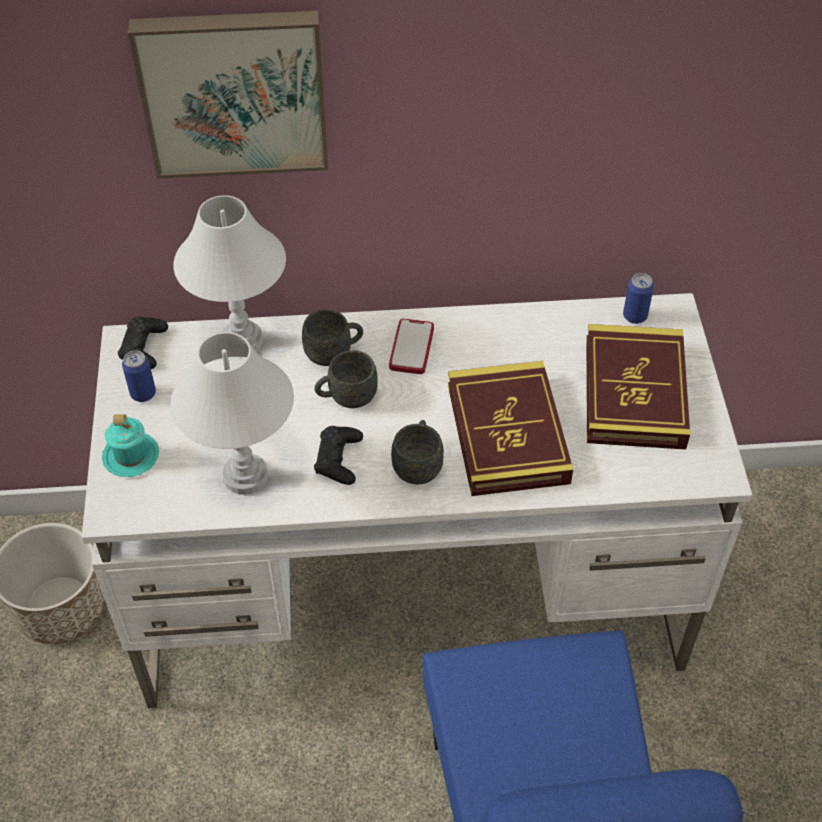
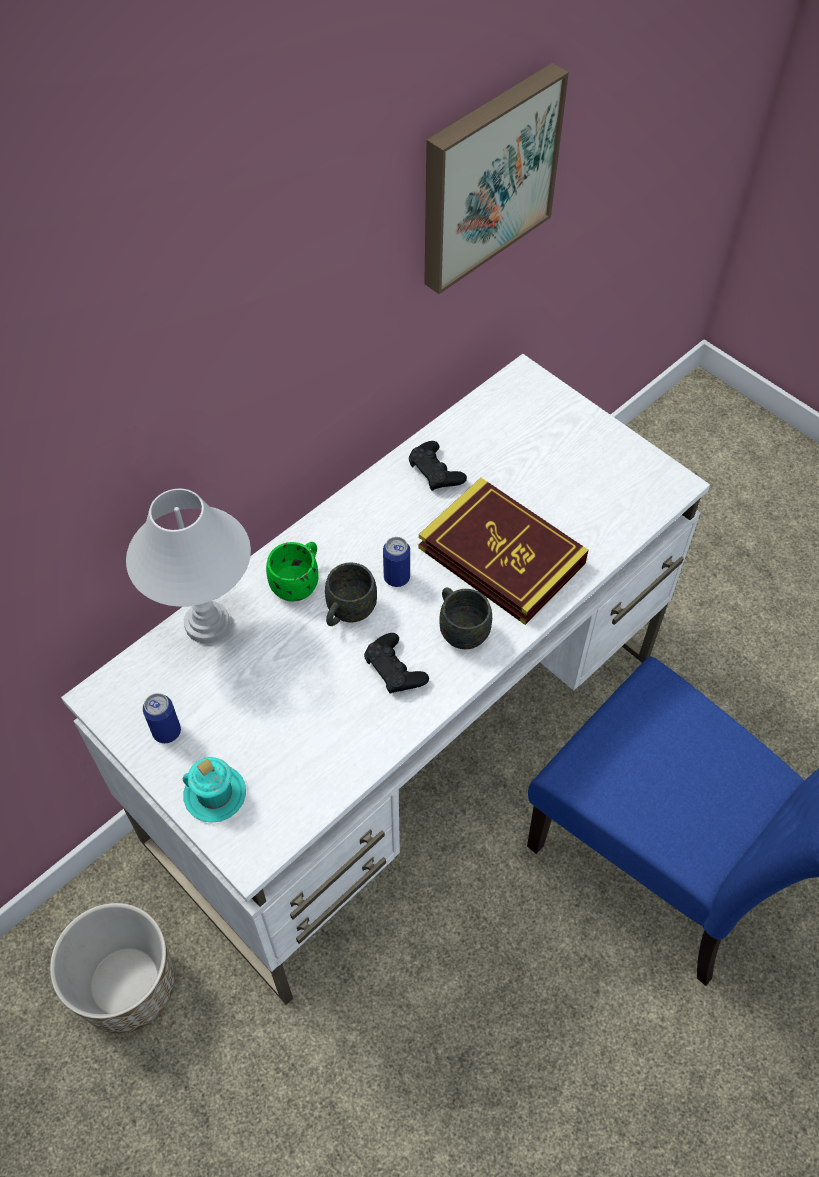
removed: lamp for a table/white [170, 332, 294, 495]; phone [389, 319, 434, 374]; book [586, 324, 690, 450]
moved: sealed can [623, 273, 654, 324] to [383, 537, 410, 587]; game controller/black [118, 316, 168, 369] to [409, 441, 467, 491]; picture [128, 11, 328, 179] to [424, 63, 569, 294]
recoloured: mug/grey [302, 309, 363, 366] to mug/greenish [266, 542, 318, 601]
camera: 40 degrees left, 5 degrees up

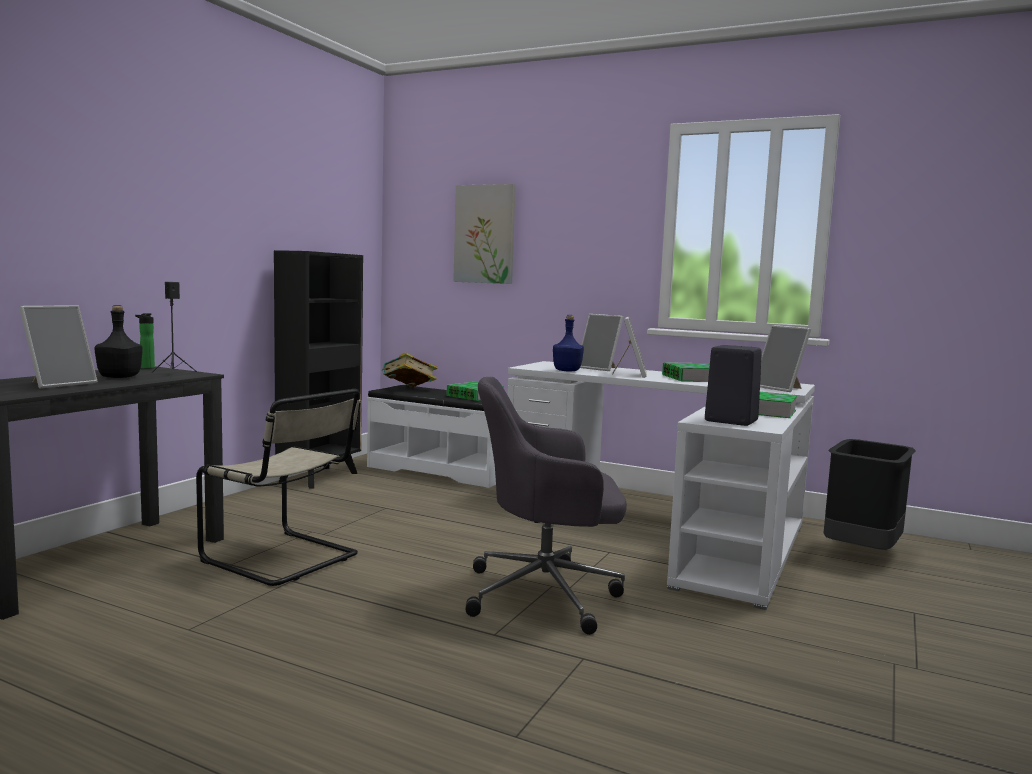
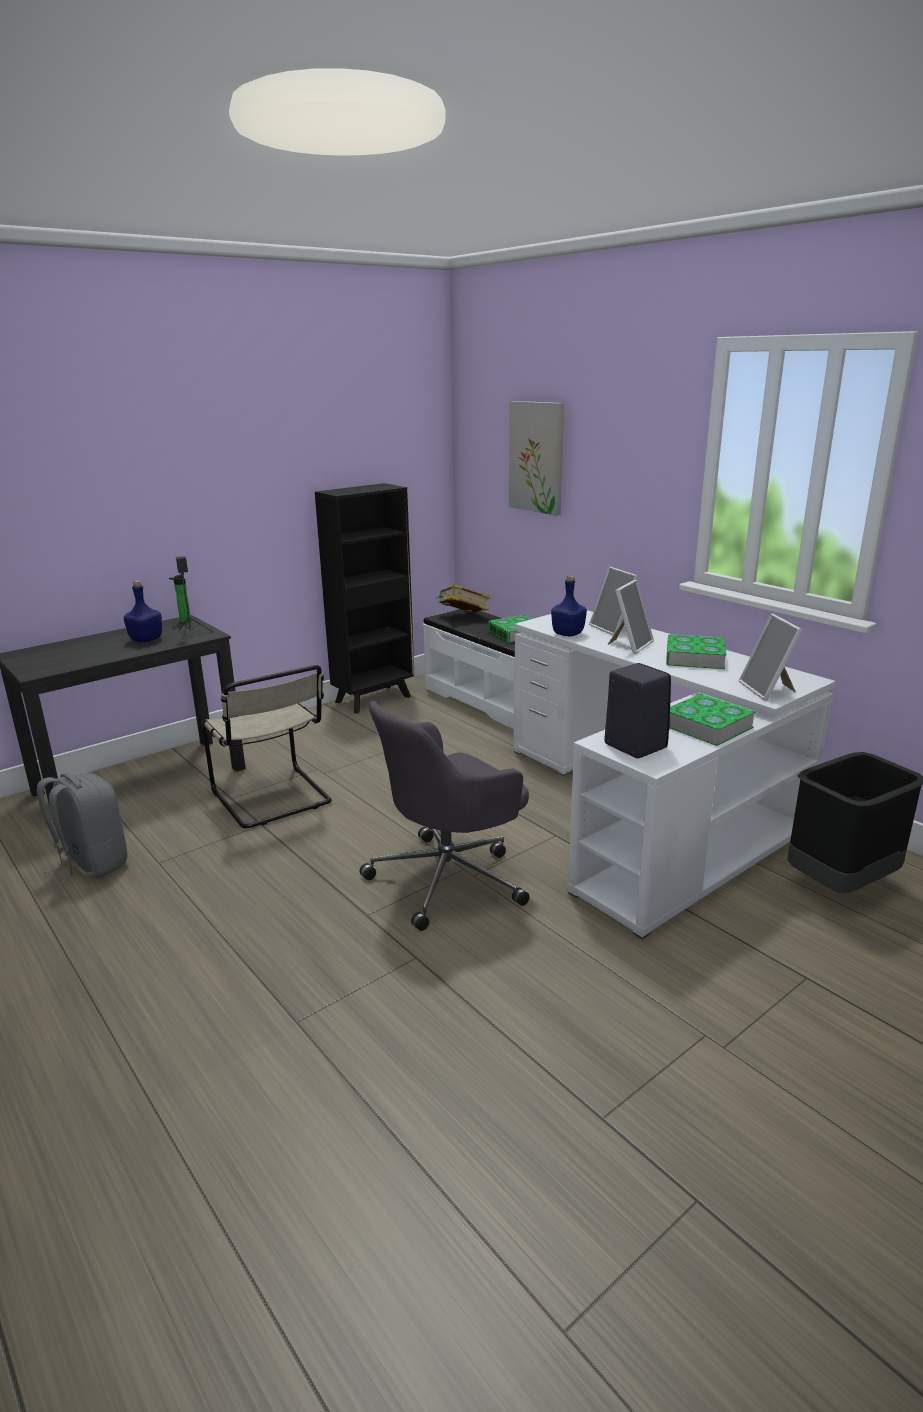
removed: picture frame [19, 305, 98, 389]
added: backpack/grey [37, 773, 127, 887]
recoloured: drink bottle/black [95, 305, 143, 378] to drink bottle/blue-coloured [123, 581, 162, 642]
turned: computer chair/grey [466, 377, 627, 635] = [360, 701, 530, 931] 60 degrees counterclockwise
camera: 25 degrees right, 15 degrees up

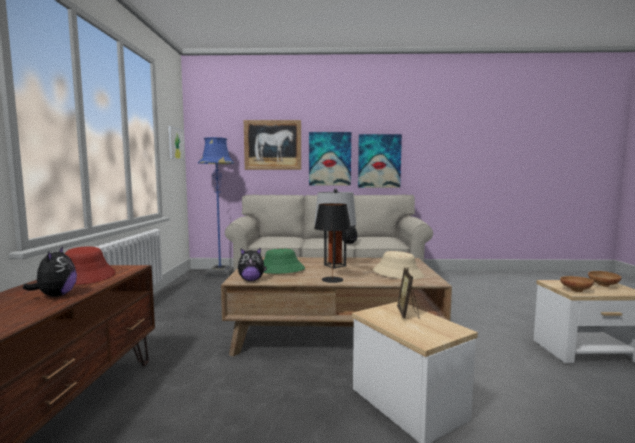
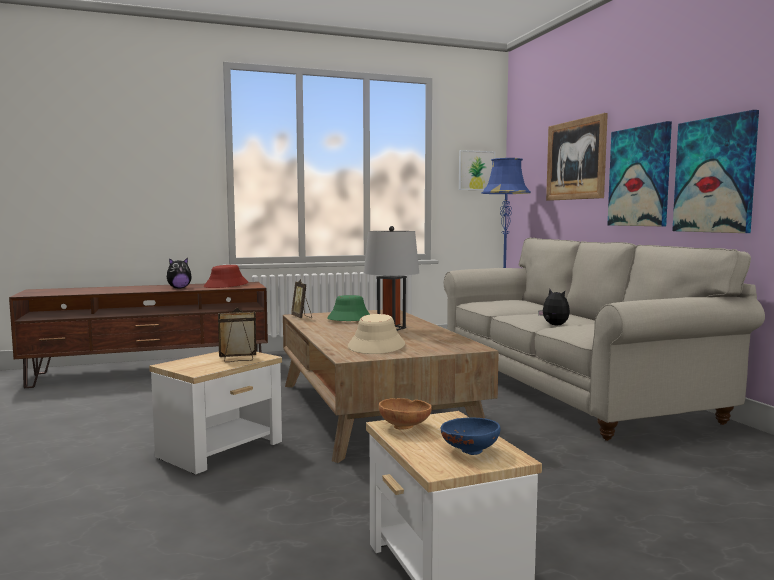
removed: lamp for a table/black [314, 203, 351, 283]
replaced: plush toy [238, 248, 267, 281] to picture frame [291, 279, 312, 318]
recoloured: bowl/brownish [588, 271, 621, 287] to bowl/blue-coloured [441, 417, 501, 455]
camera: 70 degrees right, 0 degrees up

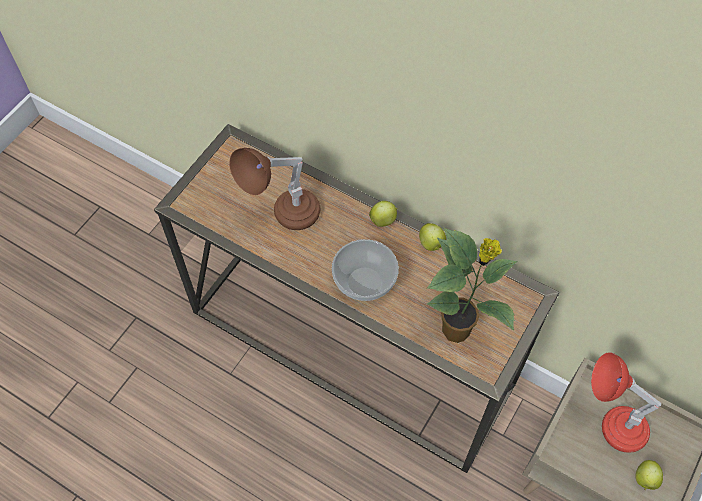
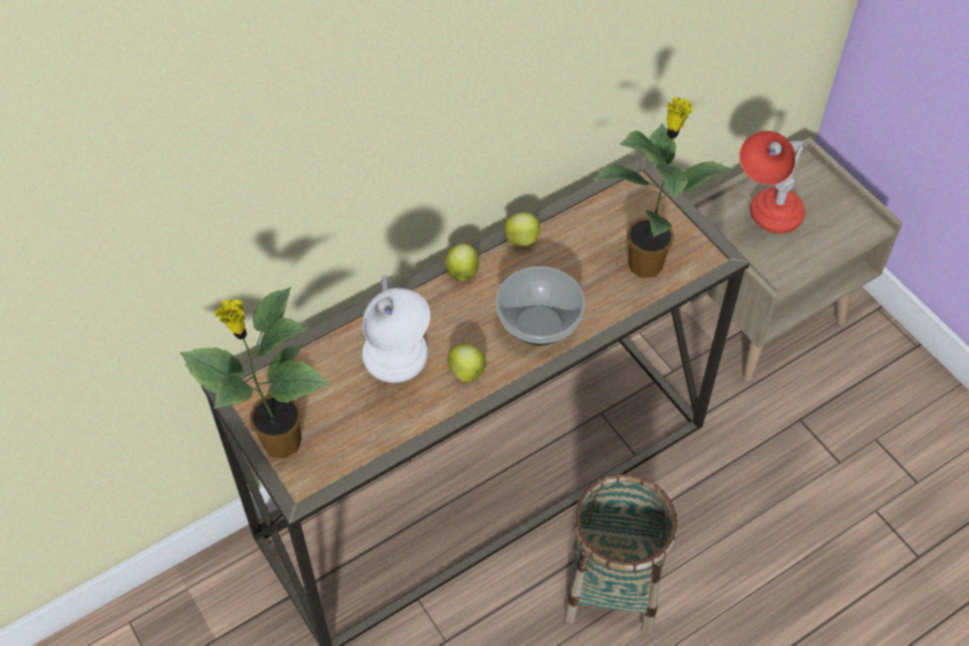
added: potted plant [180, 287, 331, 459]; storage basket [564, 474, 678, 635]
moved: apple fruit [635, 460, 663, 490] to [447, 344, 486, 382]
recoloured: lamp for a table/brownish [230, 148, 320, 230] to lamp for a table/white [362, 275, 430, 383]
camera: 65 degrees left, 5 degrees down

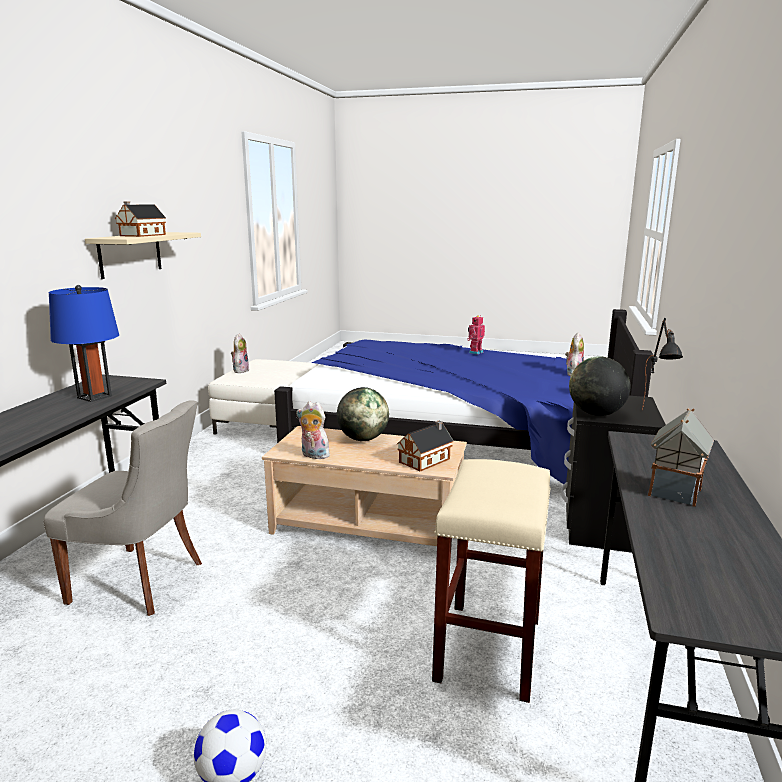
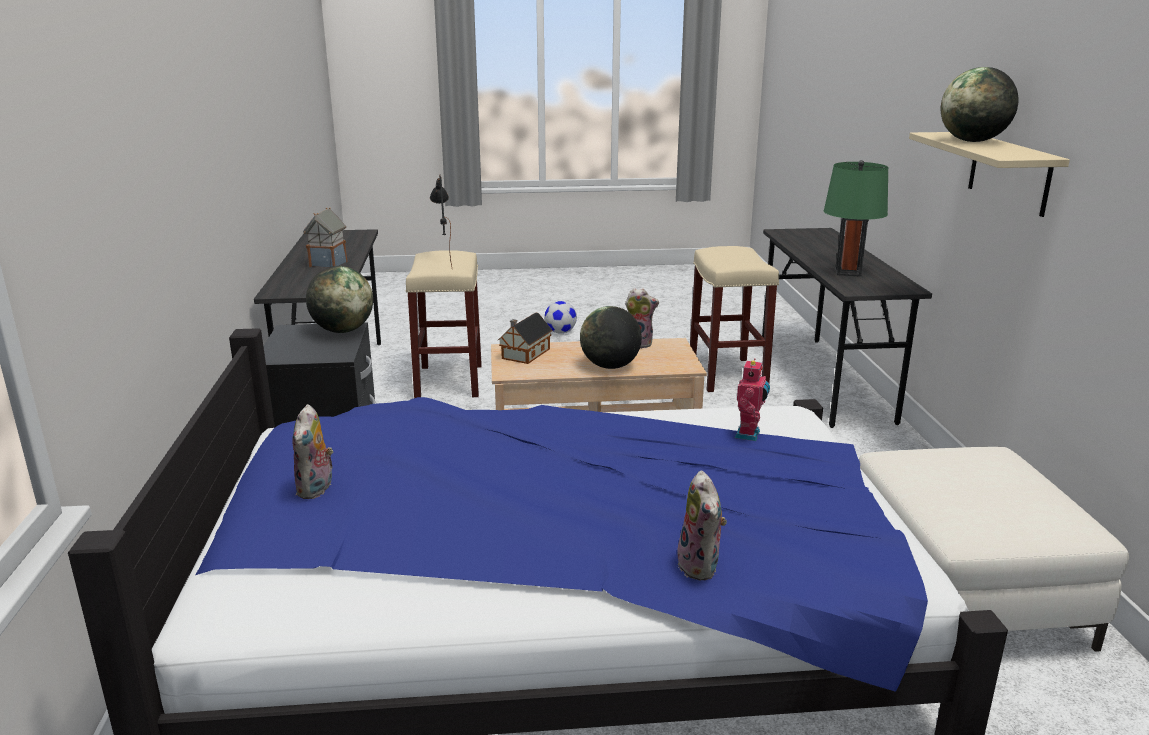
moved: lamp for a table/black [642, 318, 683, 411] to [430, 174, 452, 267]; plush toy [231, 334, 249, 373] to [677, 470, 727, 580]; toy robot [467, 315, 485, 355] to [735, 358, 770, 441]
replaced: chair/grey [44, 401, 202, 616] to sitting stool/beige [690, 246, 779, 392]; miniature house [115, 201, 166, 237] to globe [941, 67, 1019, 142]
recoloured: lamp for a table/blue-coloured [49, 285, 119, 402] to lamp for a table/greenish [824, 160, 888, 277]
camera: 160 degrees right, 5 degrees up

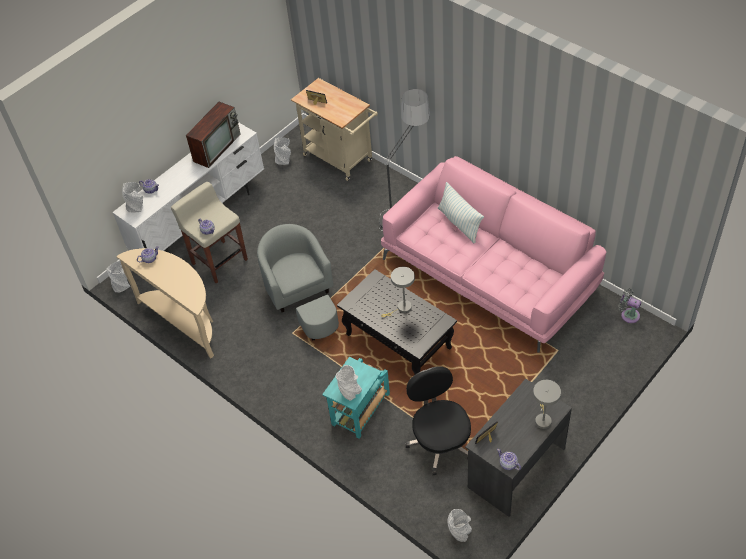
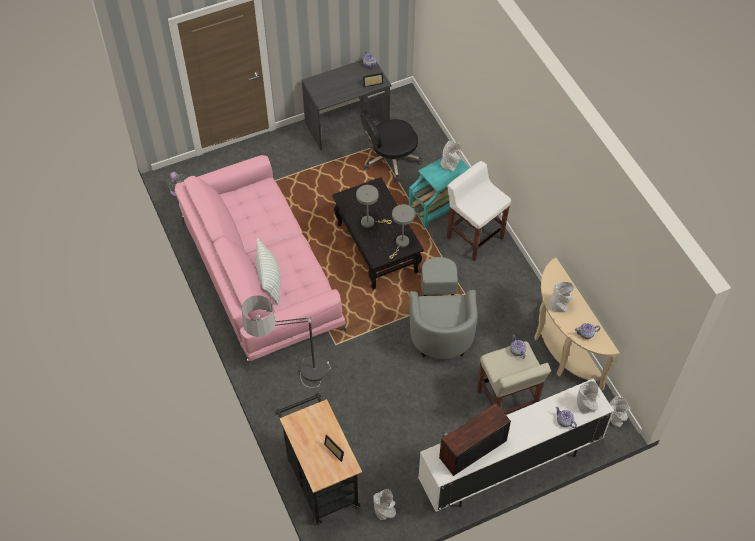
added: sitting stool/white [447, 161, 511, 261]
moved: lamp for a table/grey [533, 380, 561, 429] to [389, 204, 415, 259]; vase/grey [448, 509, 472, 542] to [549, 282, 574, 312]
recoloured: cart/beige [291, 78, 378, 181] to cart/black [275, 393, 362, 525]
turned: computer chair/black [405, 366, 471, 475] = [360, 111, 422, 183] 60 degrees clockwise
camera: 160 degrees left, 5 degrees up

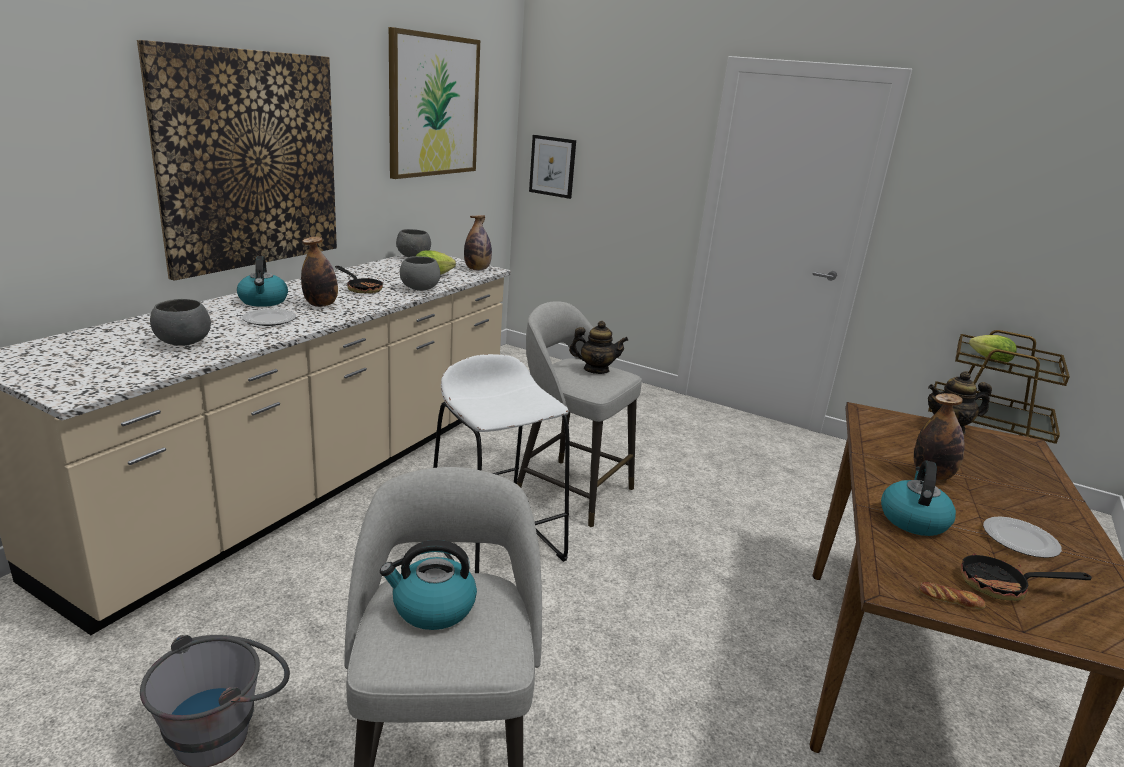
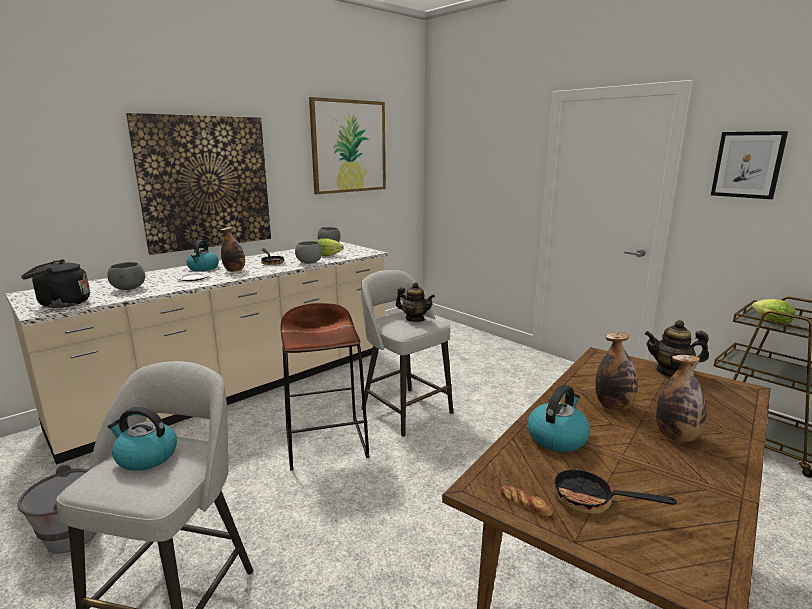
removed: dinner plate [983, 516, 1062, 558]
added: tea kettle/black [21, 259, 90, 308]
moved: drink bottle [464, 215, 492, 270] to [656, 355, 707, 442]; picture [529, 135, 576, 199] to [711, 131, 788, 199]
recoloured: sitting stool/white [433, 354, 570, 573] to sitting stool/brownish [281, 303, 369, 470]
camera: 20 degrees right, 5 degrees down

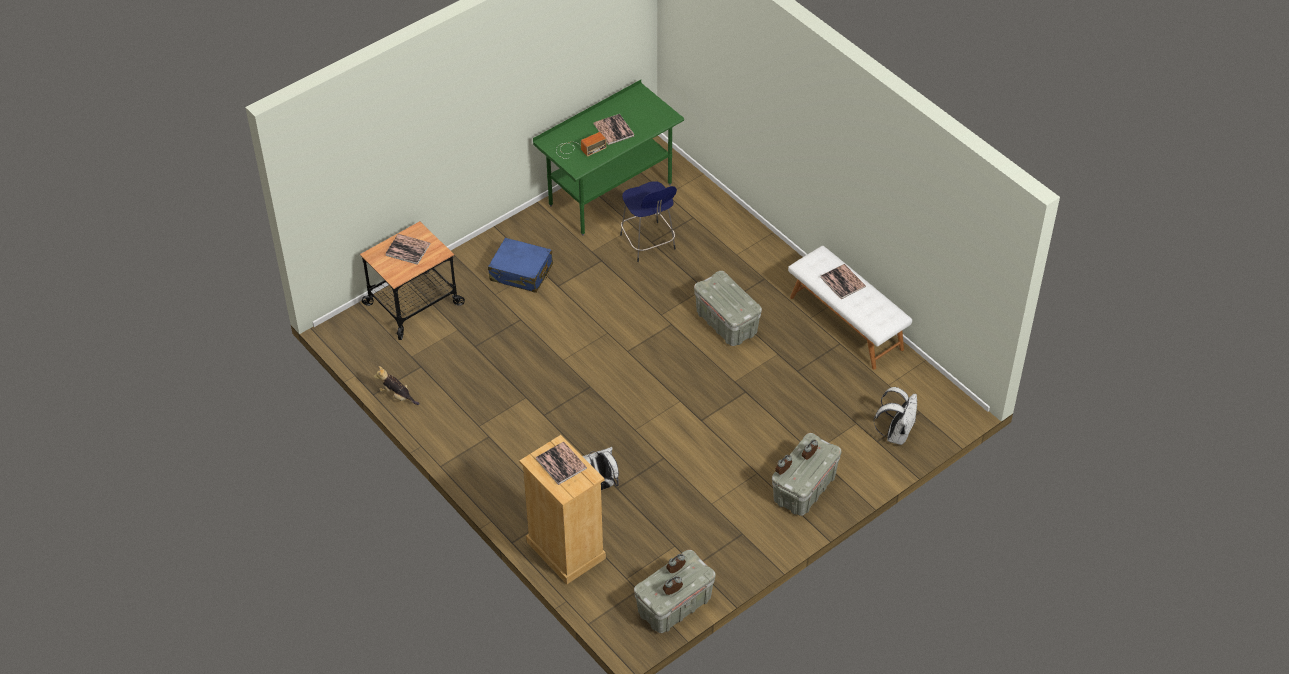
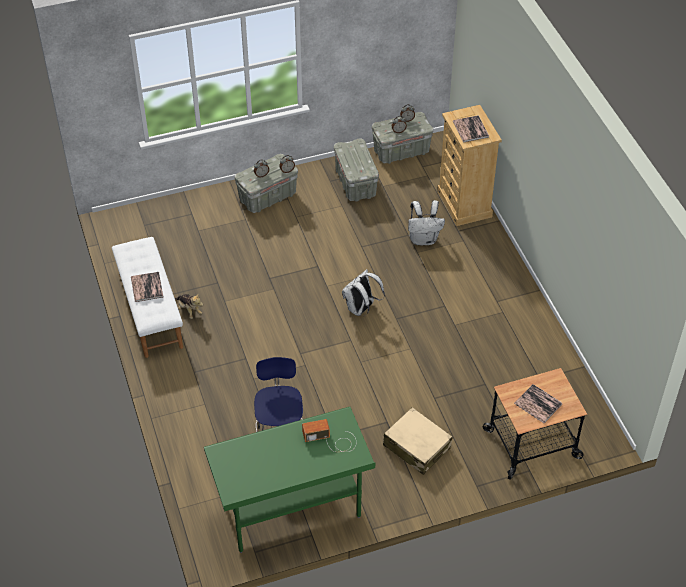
removed: book [593, 114, 634, 145]
moved: plush toy [374, 366, 420, 405] to [175, 293, 203, 319]; storage container/grey [694, 271, 762, 346] to [334, 138, 379, 201]; backpack/white [874, 387, 917, 445] to [342, 269, 385, 316]
recoloured: piece of luggage/blue-coloured [488, 238, 553, 293] to piece of luggage/beige [383, 407, 453, 475]
camera: 160 degrees left, 0 degrees up

